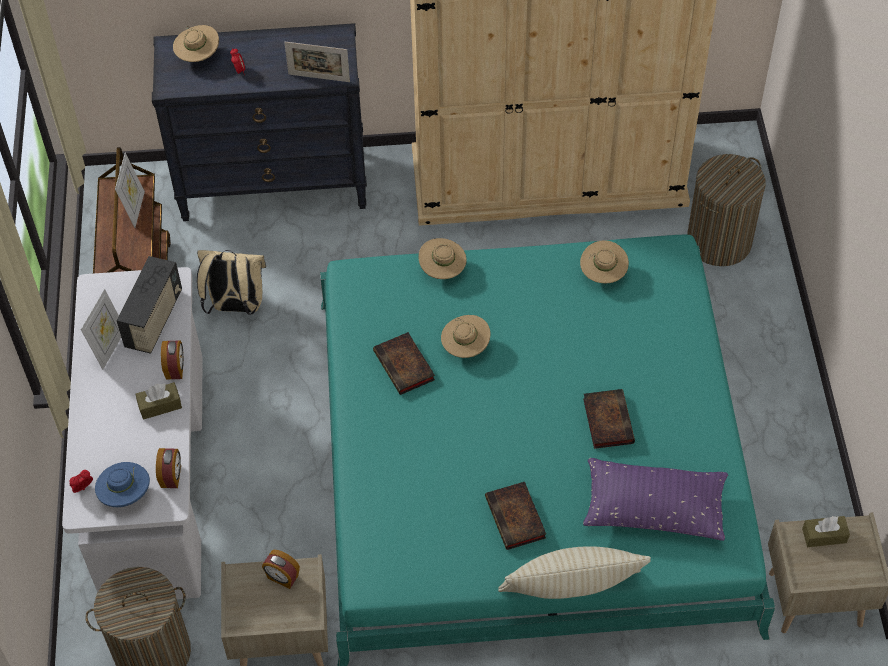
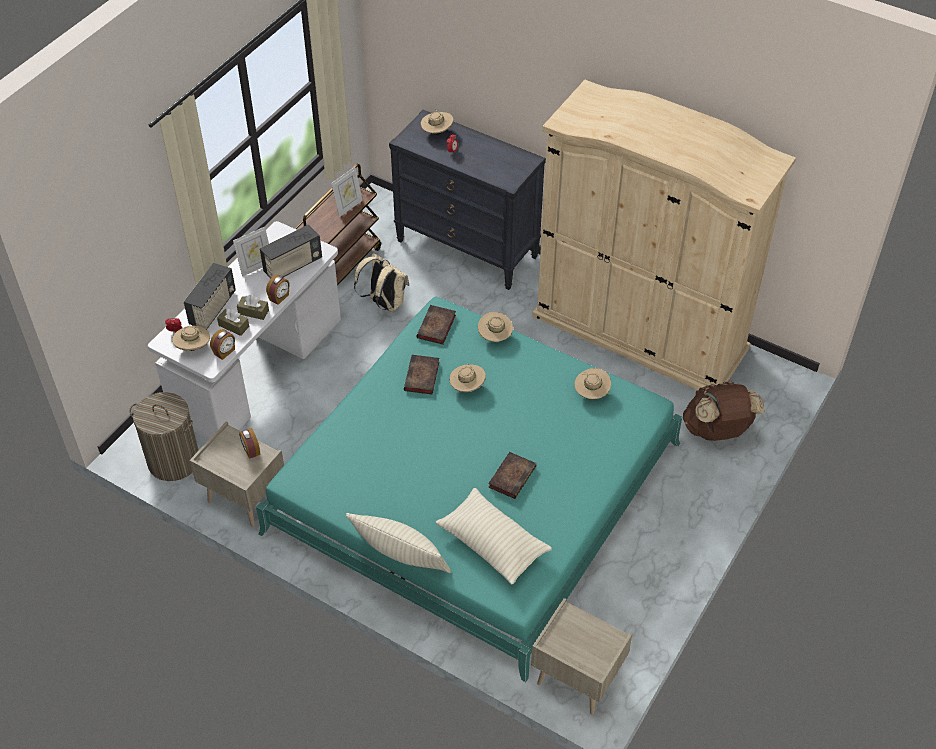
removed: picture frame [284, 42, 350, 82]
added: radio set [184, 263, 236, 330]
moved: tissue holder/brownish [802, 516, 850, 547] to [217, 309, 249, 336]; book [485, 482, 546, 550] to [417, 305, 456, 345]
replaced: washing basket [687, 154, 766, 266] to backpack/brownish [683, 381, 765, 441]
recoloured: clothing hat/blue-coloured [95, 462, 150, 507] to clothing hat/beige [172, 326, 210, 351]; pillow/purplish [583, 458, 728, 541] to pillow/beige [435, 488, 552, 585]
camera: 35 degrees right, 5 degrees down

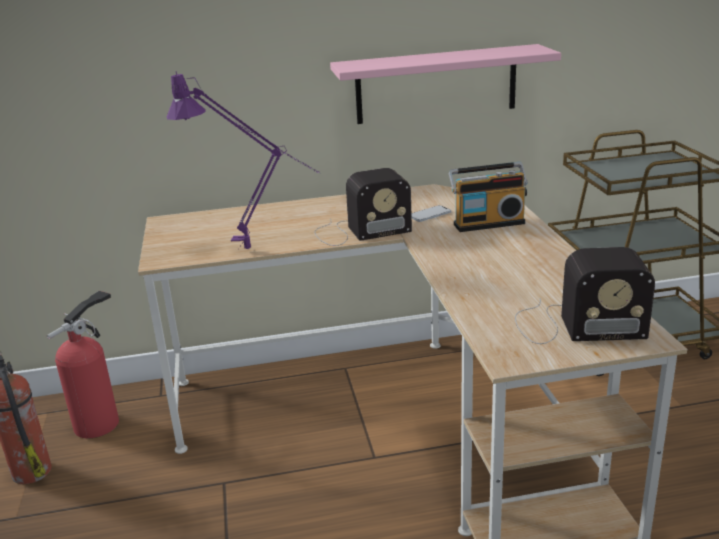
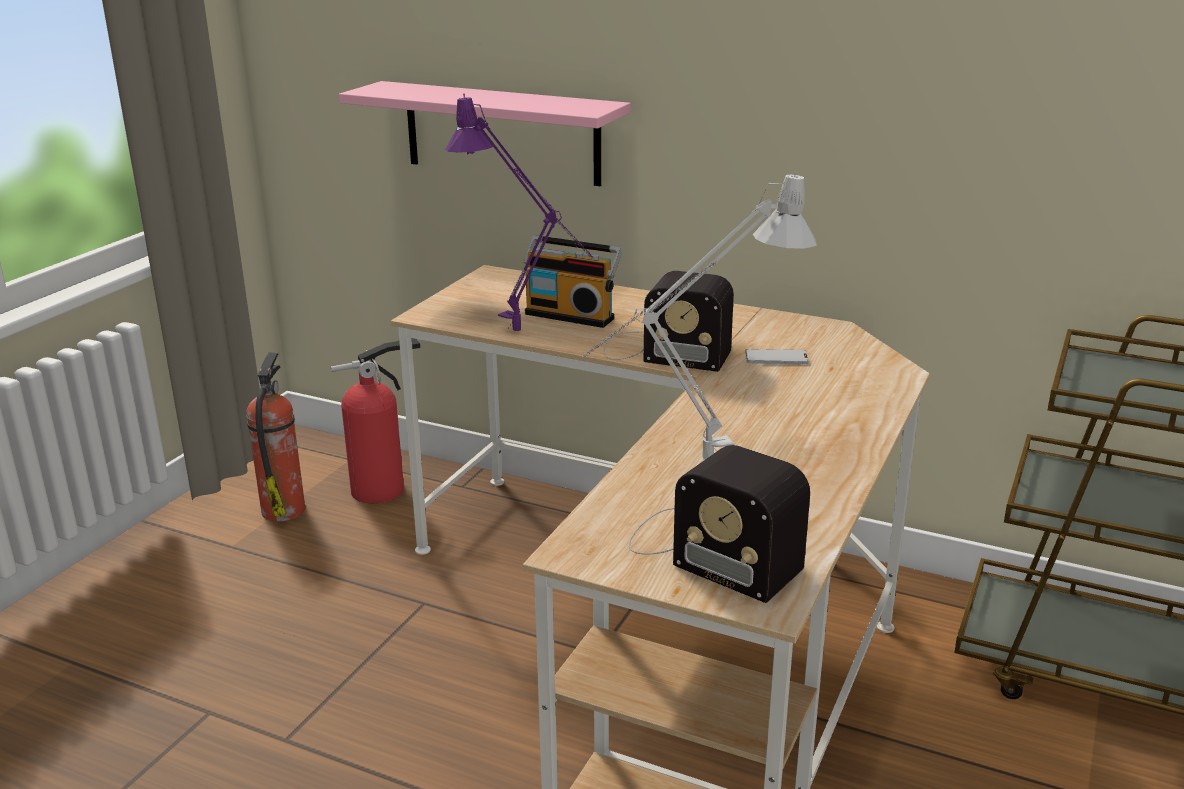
added: lamp for a table/grey [582, 171, 817, 460]
moved: shelf/pink [330, 44, 561, 124] to [339, 81, 631, 186]; radio set [449, 162, 528, 232] to [524, 235, 622, 328]
camera: 35 degrees right, 0 degrees up

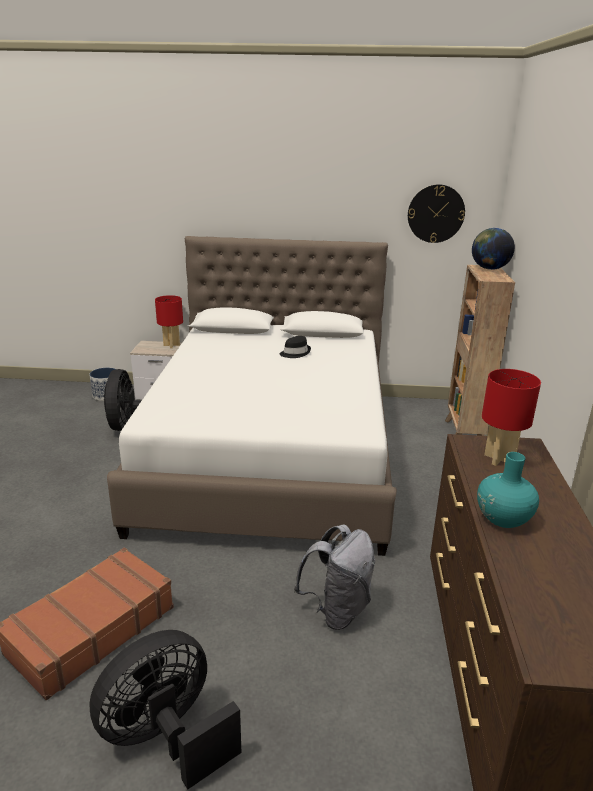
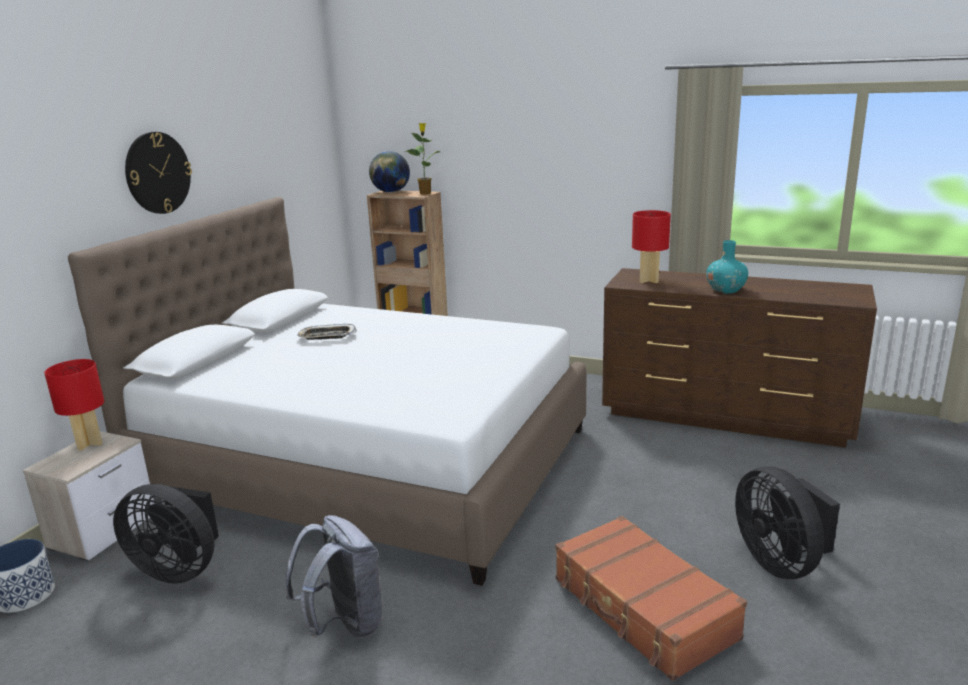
added: potted plant [407, 123, 440, 194]
moved: wall clock [408, 184, 465, 243] to [125, 132, 192, 214]; backpack/grey [294, 524, 375, 630] to [286, 515, 383, 638]
replaced: clothing hat/black [280, 336, 311, 358] to tray [297, 324, 357, 340]
camera: 70 degrees left, 5 degrees down

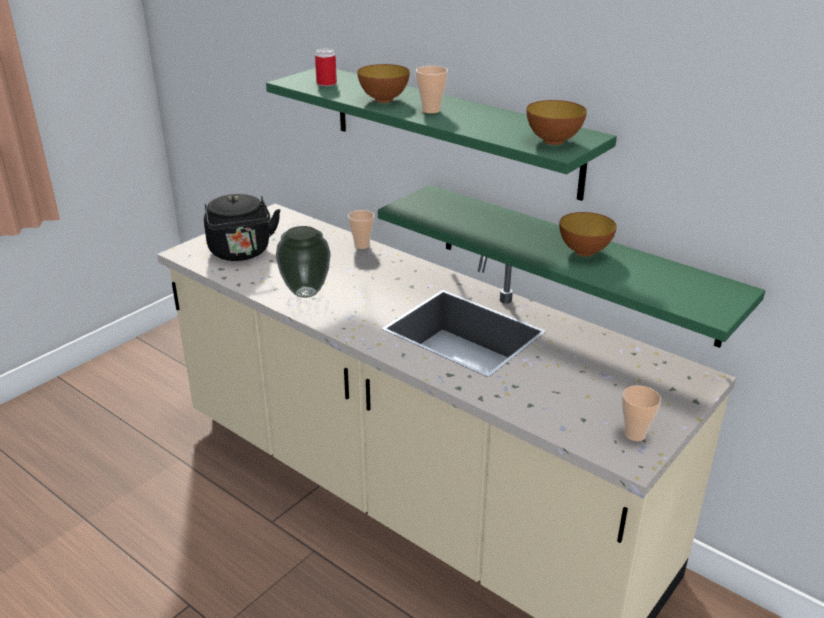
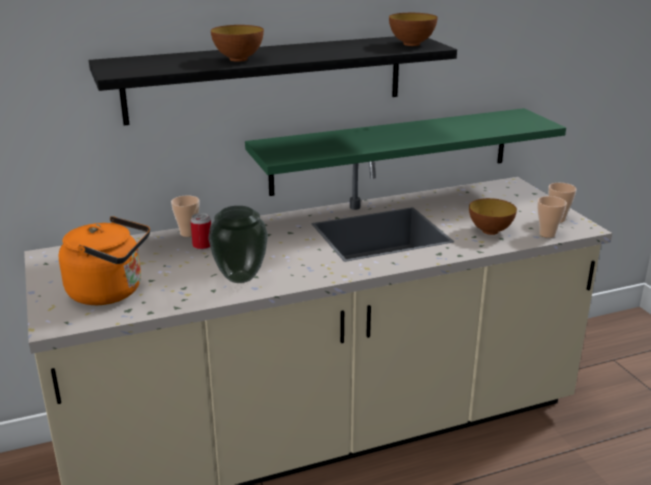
moved: sealed can [315, 48, 337, 87] to [190, 213, 211, 250]; bowl [559, 212, 617, 257] to [469, 198, 517, 235]; small cup [416, 66, 448, 114] to [537, 196, 567, 238]
recoloured: tea kettle/black [204, 194, 281, 261] to tea kettle/orange [59, 216, 150, 305]; shelf/greenish [266, 68, 617, 201] to shelf/black [89, 36, 457, 125]
camera: 60 degrees left, 5 degrees down

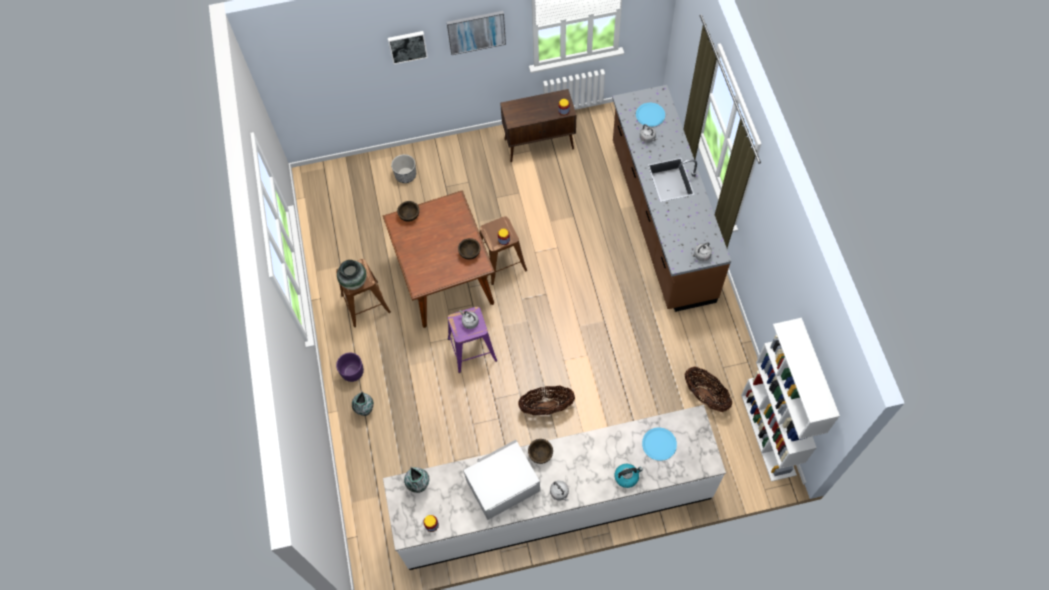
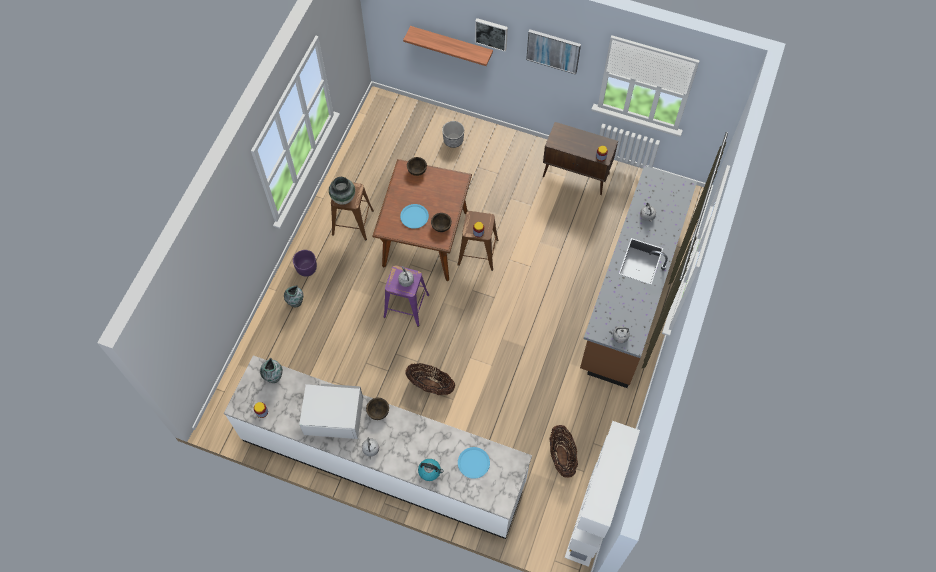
added: shelf [403, 26, 493, 66]
moved: dinner plate/blue-coloured [636, 103, 665, 127] to [400, 204, 429, 229]
camera: 30 degrees right, 0 degrees up

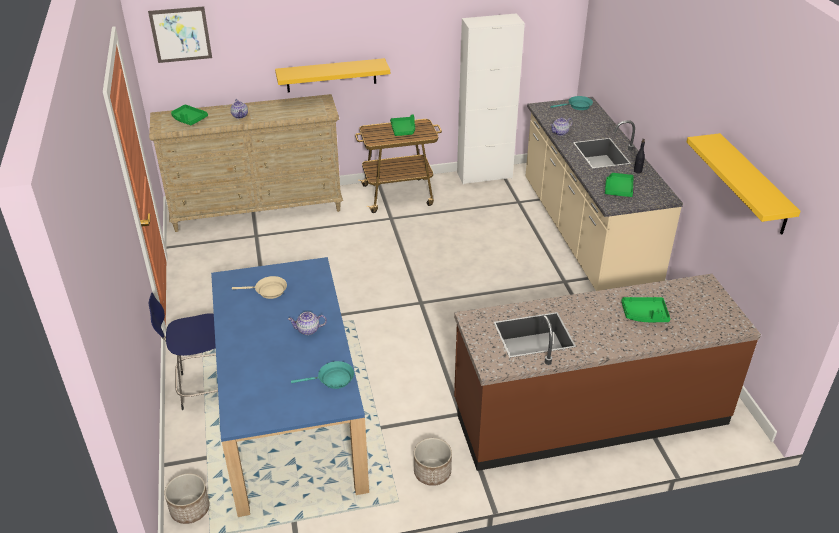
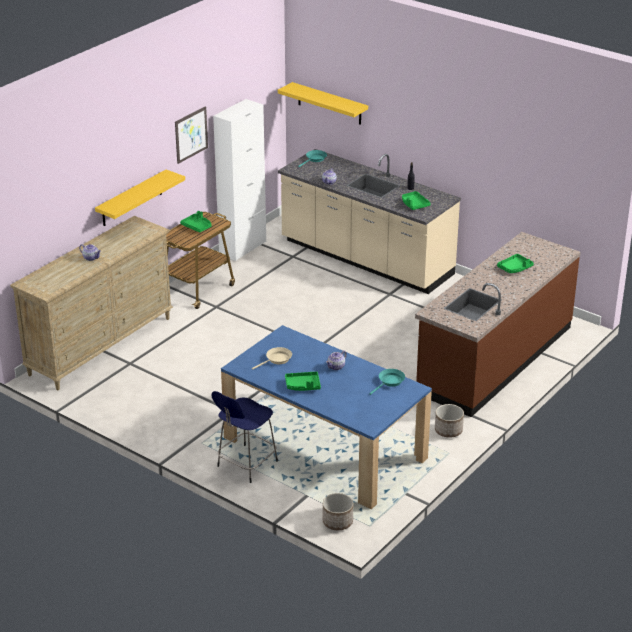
moved: picture [148, 6, 212, 63] to [175, 106, 208, 164]; shelf/yellowish [686, 133, 801, 234] to [278, 82, 368, 125]; tray/greenish [171, 104, 208, 125] to [285, 372, 321, 391]
camera: 40 degrees left, 5 degrees down

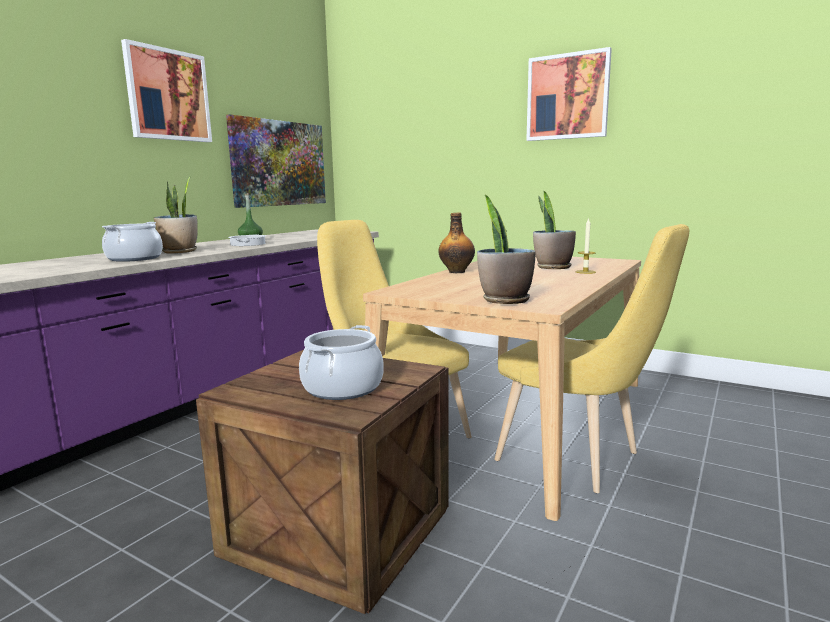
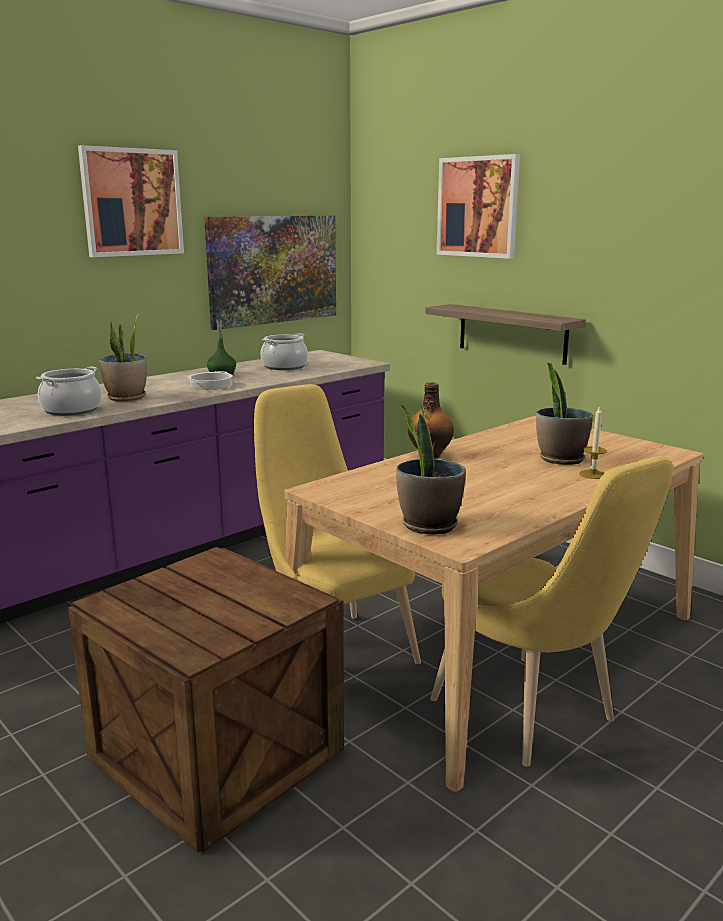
added: shelf [425, 304, 586, 365]
moved: saucepot [299, 325, 384, 400] to [261, 333, 308, 370]; picture [526, 47, 612, 141] to [437, 154, 520, 259]
camera: 15 degrees right, 5 degrees up

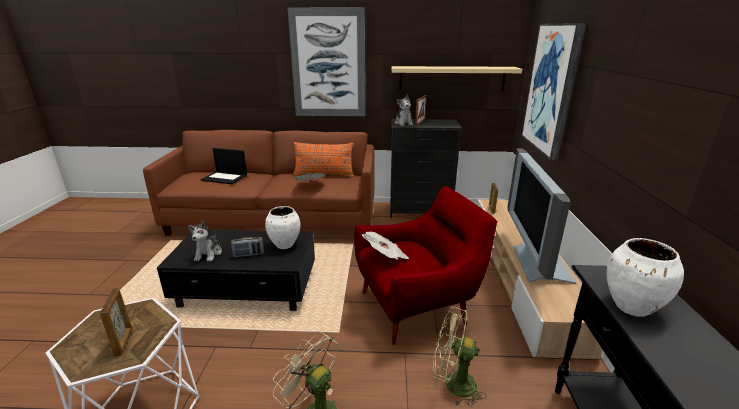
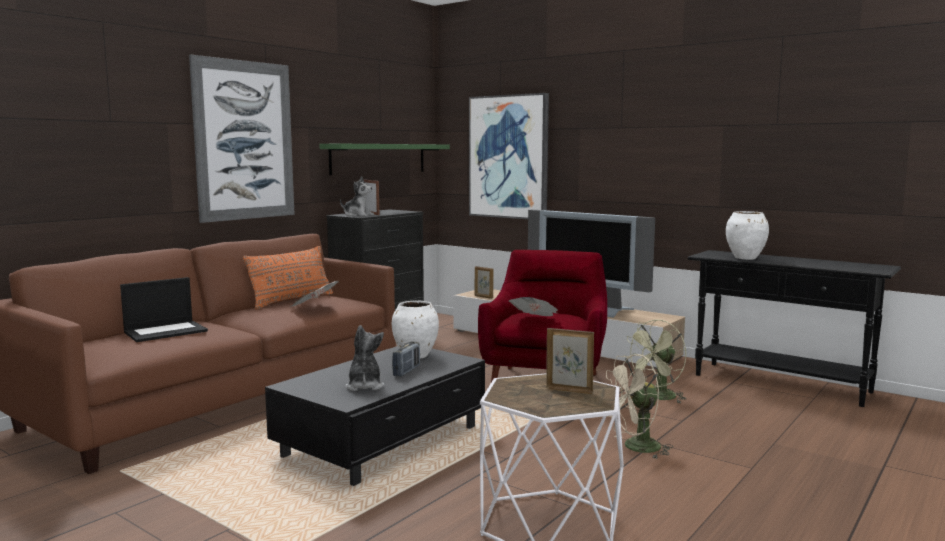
recoloured: shelf/beige [392, 66, 522, 91] to shelf/greenish [320, 144, 450, 175]
turned: plush toy [188, 220, 222, 261] = [345, 325, 384, 391] 135 degrees counterclockwise
camera: 55 degrees left, 15 degrees down

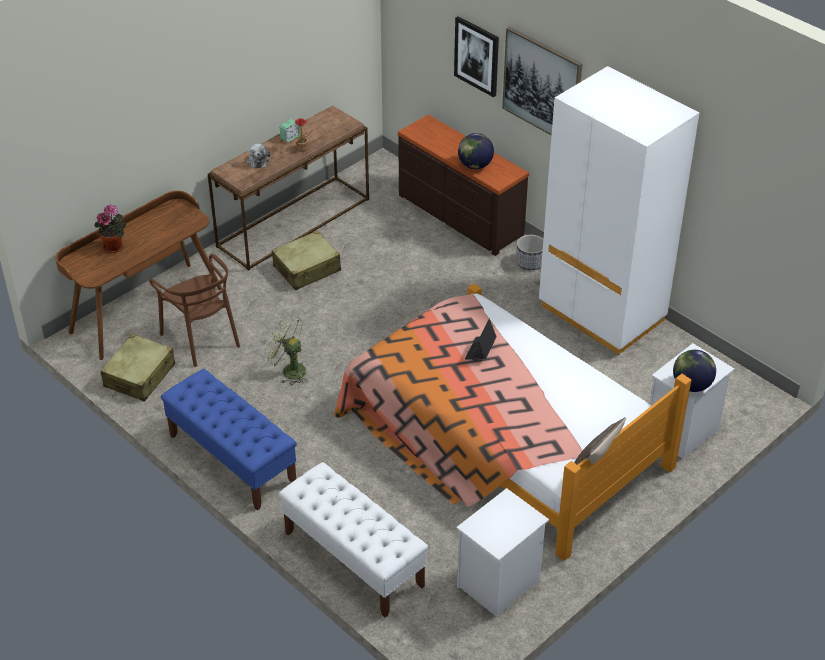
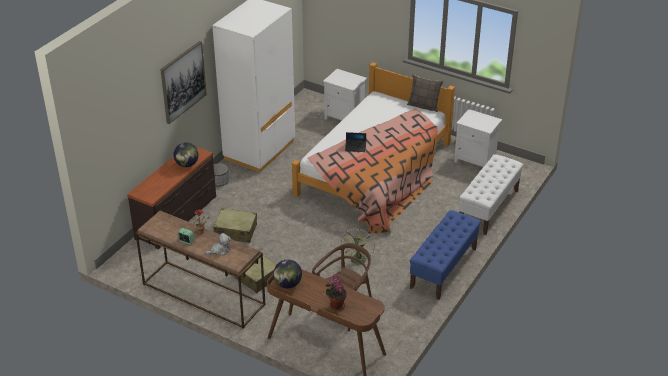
removed: picture [454, 16, 499, 97]
moved: piece of luggage/beige [100, 334, 175, 401] to [213, 208, 257, 243]; globe [673, 350, 716, 392] to [273, 259, 302, 288]
camera: 105 degrees left, 5 degrees down

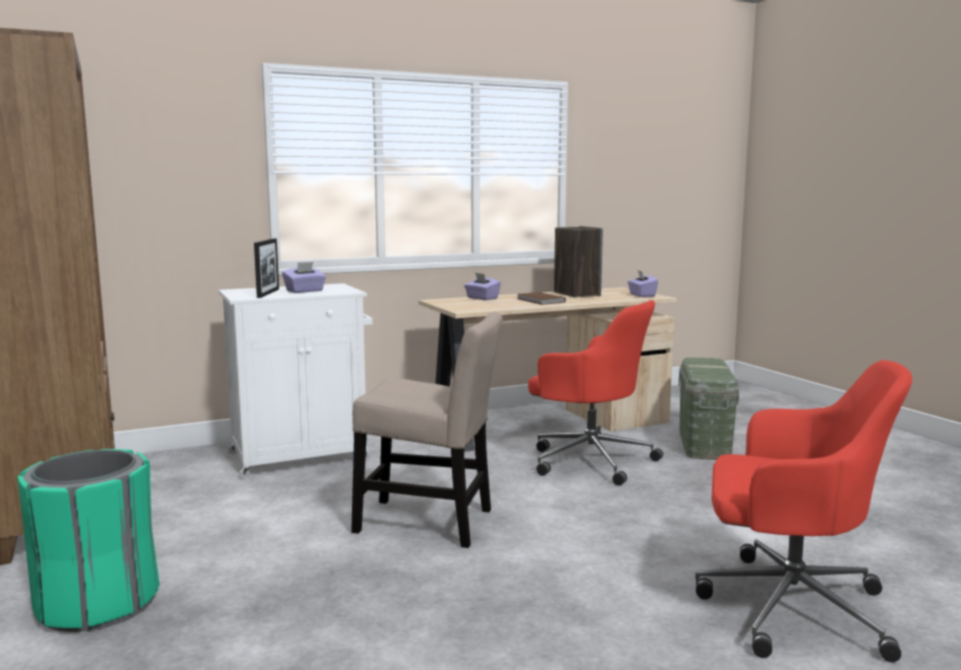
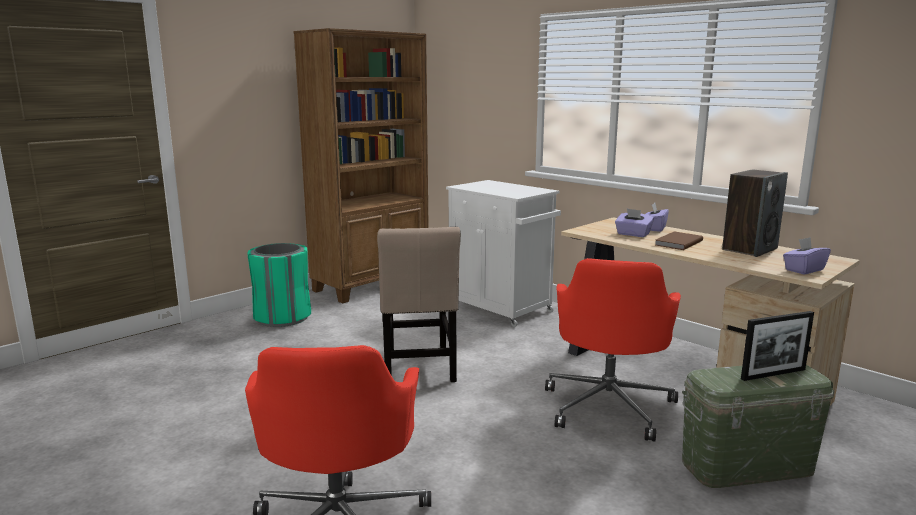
moved: tissue holder/purplish [282, 262, 326, 293] to [615, 209, 654, 237]; picture frame [254, 238, 279, 298] to [741, 311, 814, 381]
camera: 70 degrees right, 5 degrees up

